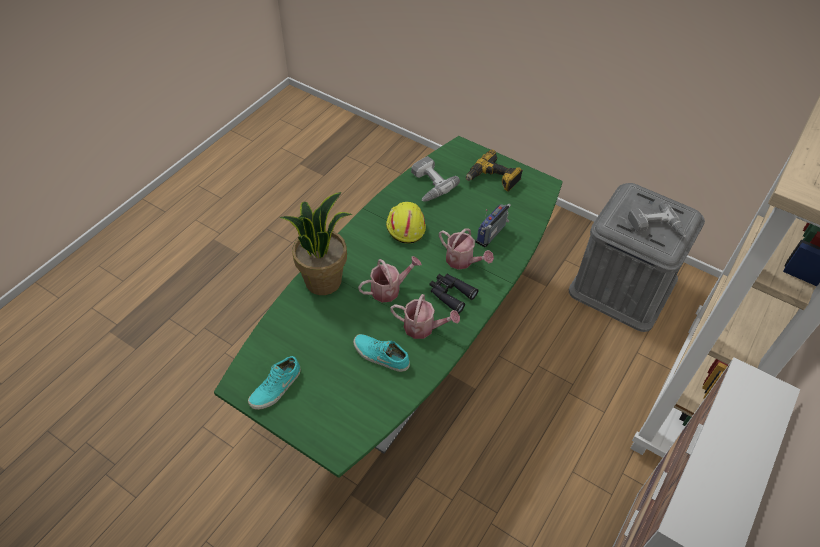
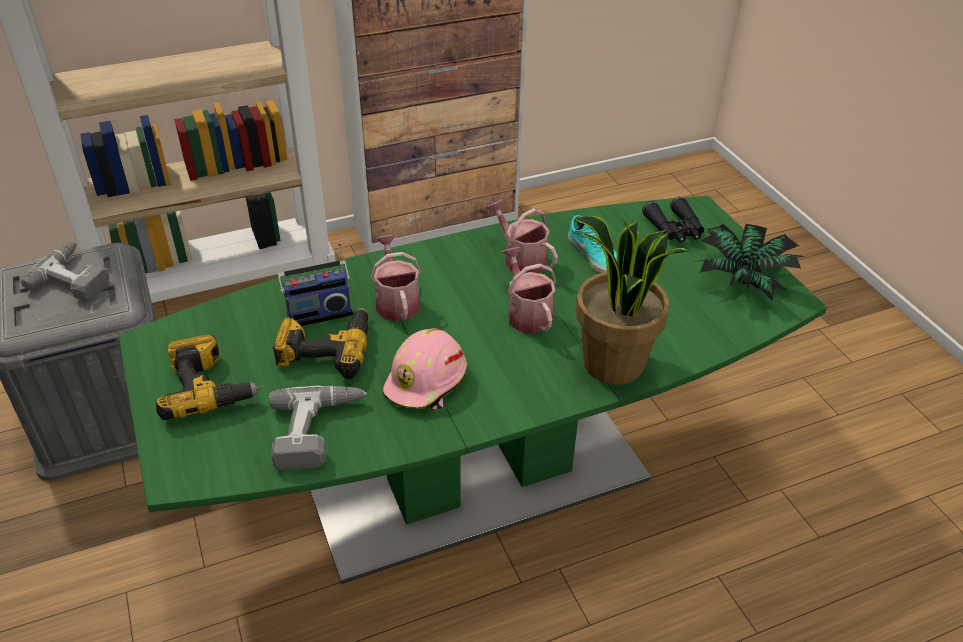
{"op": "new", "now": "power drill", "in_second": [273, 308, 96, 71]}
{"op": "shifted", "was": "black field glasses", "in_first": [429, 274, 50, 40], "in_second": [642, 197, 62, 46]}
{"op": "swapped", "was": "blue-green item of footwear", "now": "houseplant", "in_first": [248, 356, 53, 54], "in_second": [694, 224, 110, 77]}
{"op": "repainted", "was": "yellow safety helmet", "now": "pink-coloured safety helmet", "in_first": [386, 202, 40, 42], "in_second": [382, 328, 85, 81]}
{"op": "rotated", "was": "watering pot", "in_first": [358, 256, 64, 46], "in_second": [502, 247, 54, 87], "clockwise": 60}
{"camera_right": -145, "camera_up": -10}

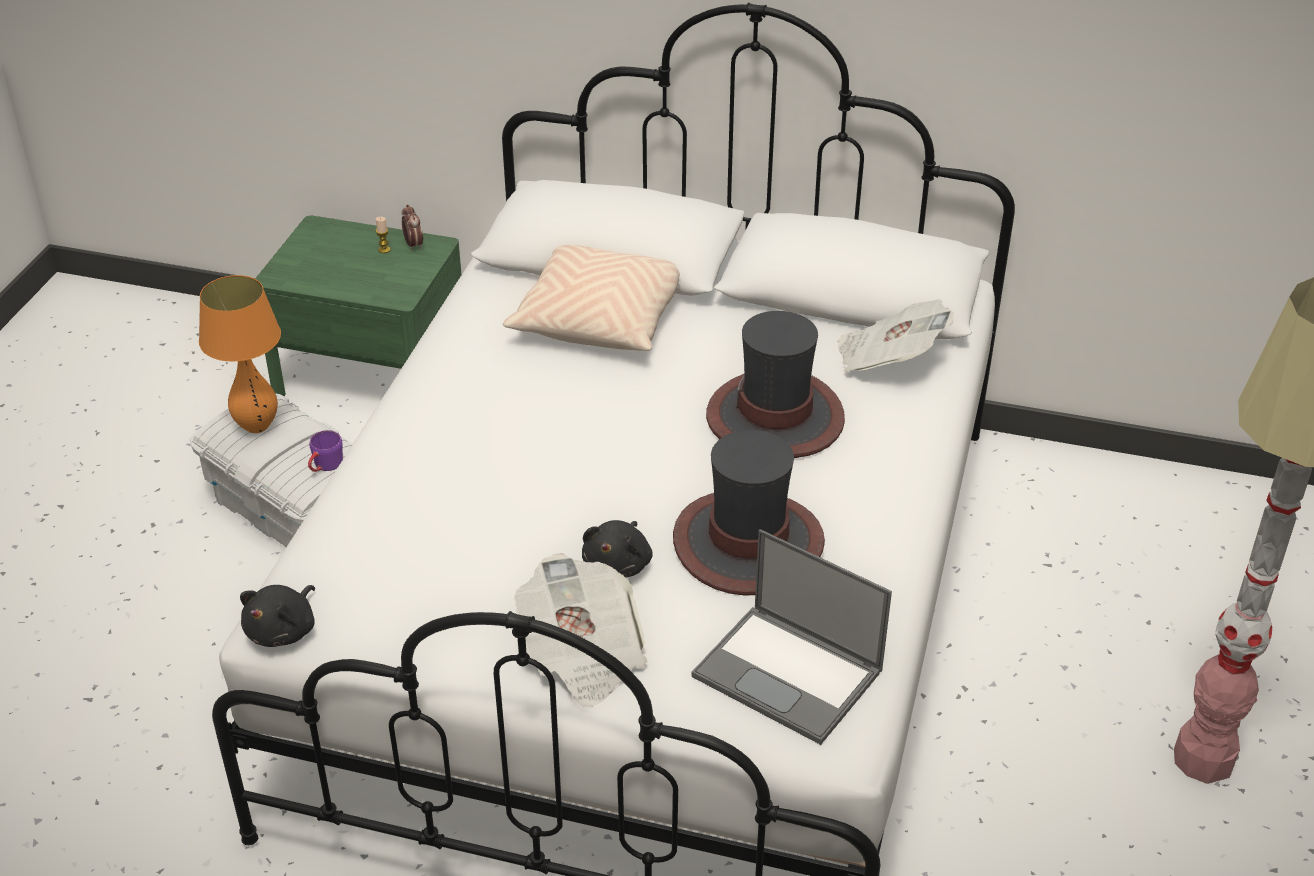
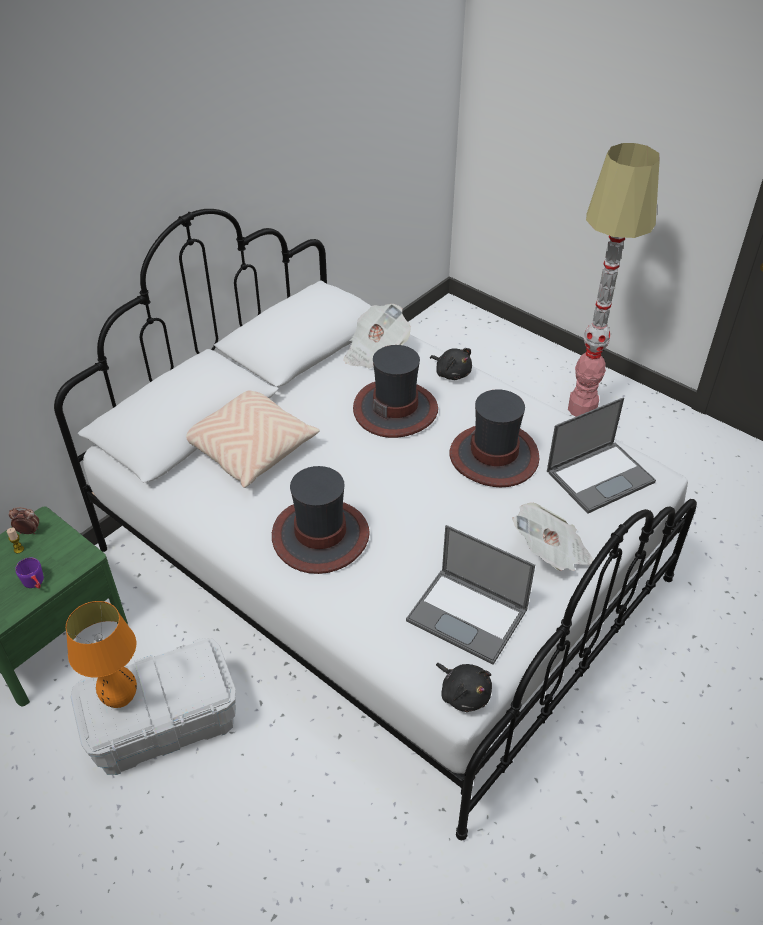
{"op": "new", "now": "clothing hat", "in_second": [272, 466, 98, 108]}
{"op": "new", "now": "laptop", "in_second": [406, 525, 129, 140]}
{"op": "shifted", "was": "purple mug", "in_first": [308, 430, 35, 42], "in_second": [15, 558, 29, 31]}
{"op": "shifted", "was": "black cuddly toy", "in_first": [582, 520, 71, 58], "in_second": [430, 348, 42, 32]}
{"camera_right": -65, "camera_up": 5}

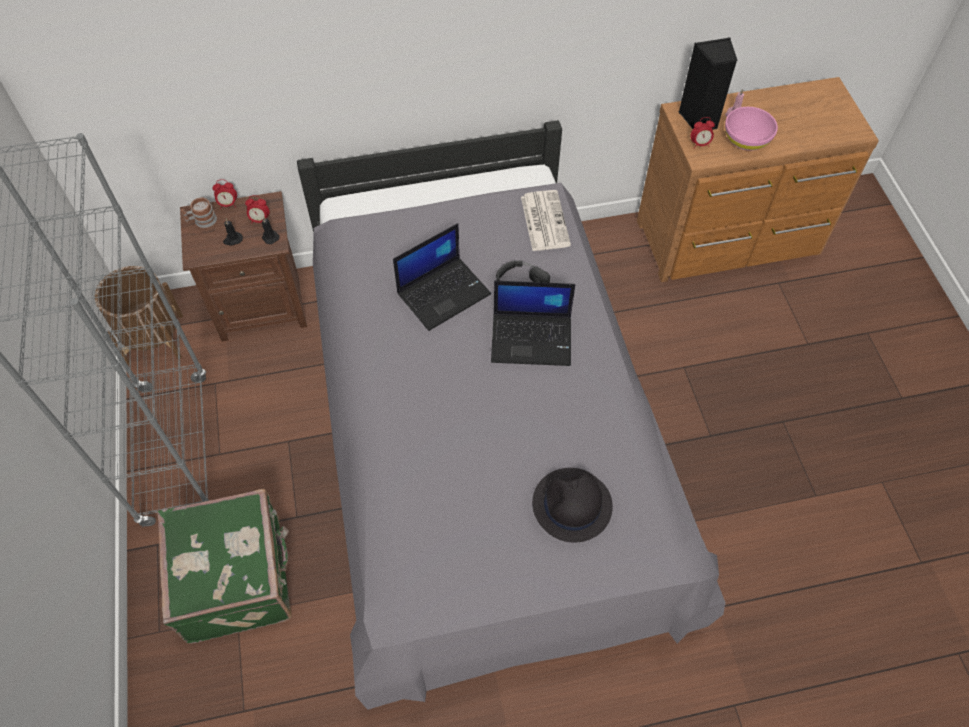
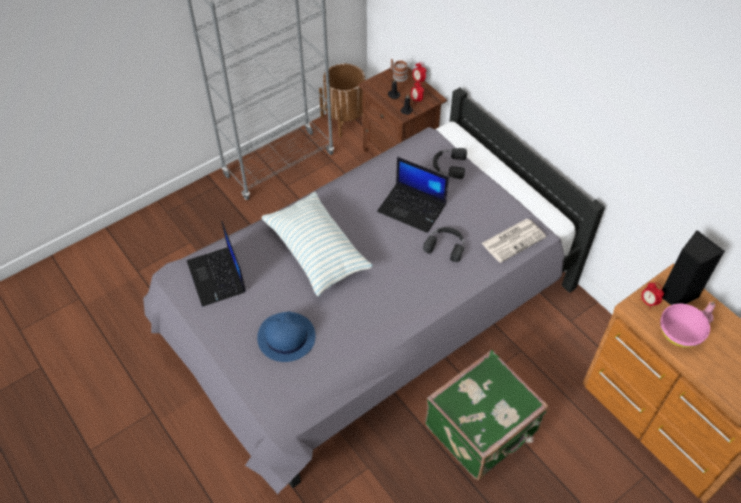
{"op": "new", "now": "cushion", "in_second": [261, 192, 112, 104]}
{"op": "new", "now": "black headphones", "in_second": [433, 148, 34, 31]}
{"op": "shifted", "was": "green-coloured suitcase", "in_first": [158, 489, 134, 155], "in_second": [425, 350, 123, 130]}
{"op": "shifted", "was": "laptop", "in_first": [491, 281, 84, 85], "in_second": [187, 221, 59, 86]}
{"op": "repainted", "was": "black clothing hat", "now": "bluish clothing hat", "in_first": [532, 468, 81, 75], "in_second": [257, 311, 58, 51]}
{"camera_right": 65, "camera_up": -5}

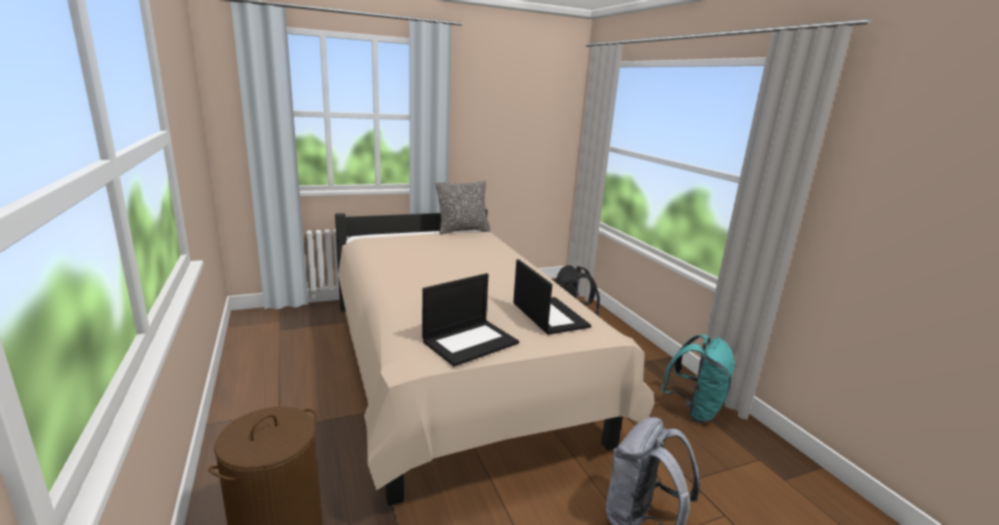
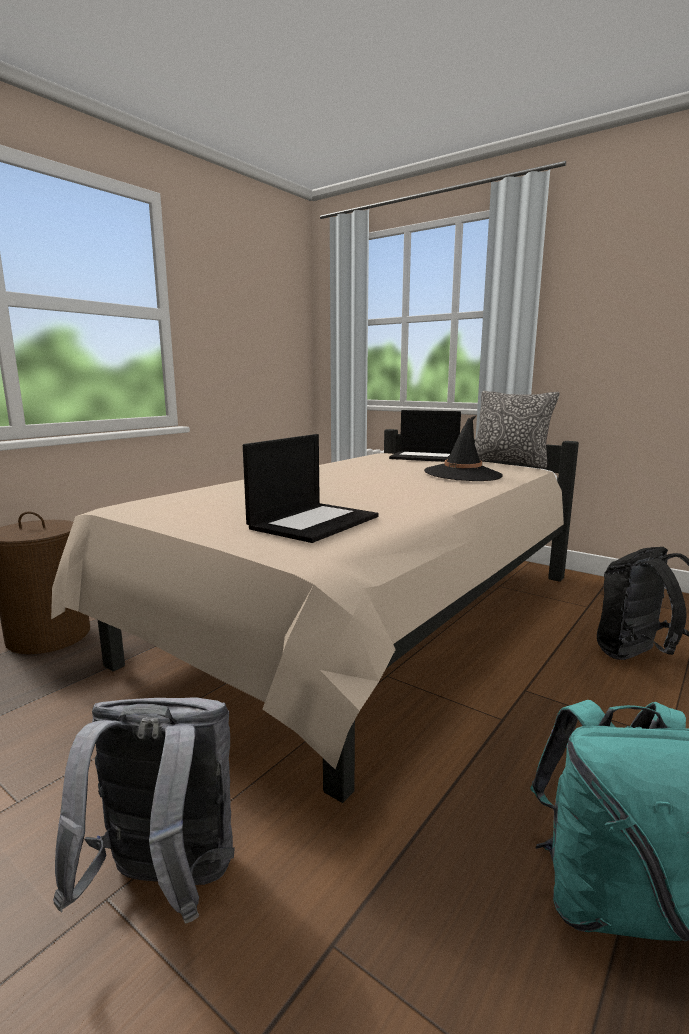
{"op": "new", "now": "black clothing hat", "in_second": [424, 415, 79, 66]}
{"op": "shifted", "was": "laptop", "in_first": [422, 273, 97, 94], "in_second": [389, 410, 72, 52]}
{"camera_right": 60, "camera_up": -5}

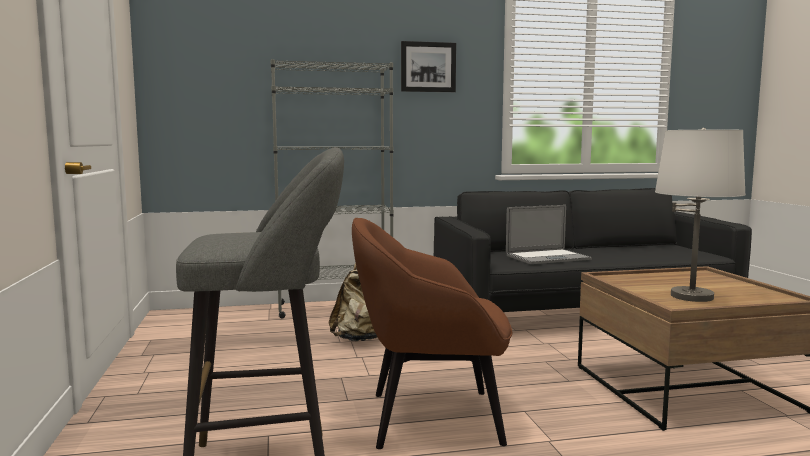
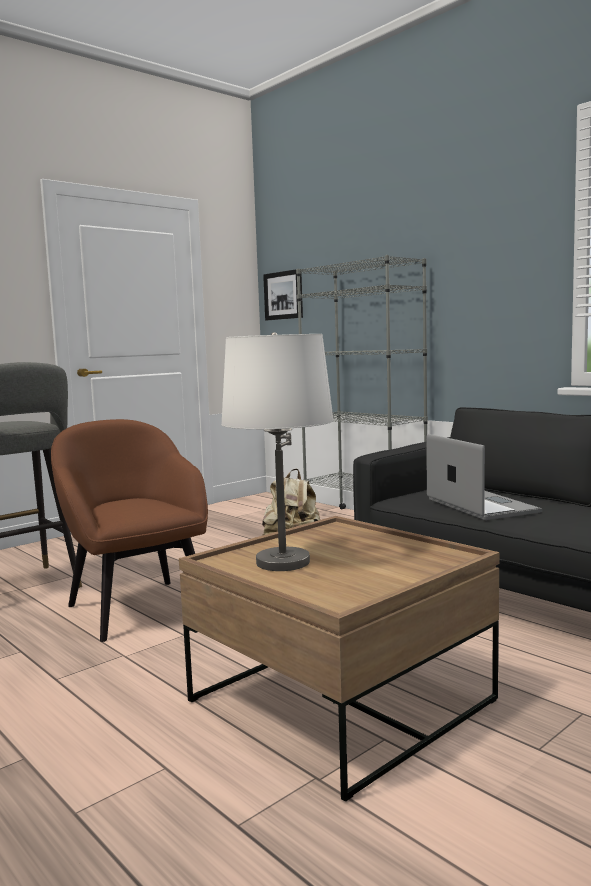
{"op": "shifted", "was": "picture", "in_first": [401, 41, 55, 51], "in_second": [263, 269, 40, 51]}
{"op": "rotated", "was": "laptop", "in_first": [506, 205, 86, 59], "in_second": [426, 434, 117, 86], "clockwise": -150}
{"camera_right": 60, "camera_up": 0}

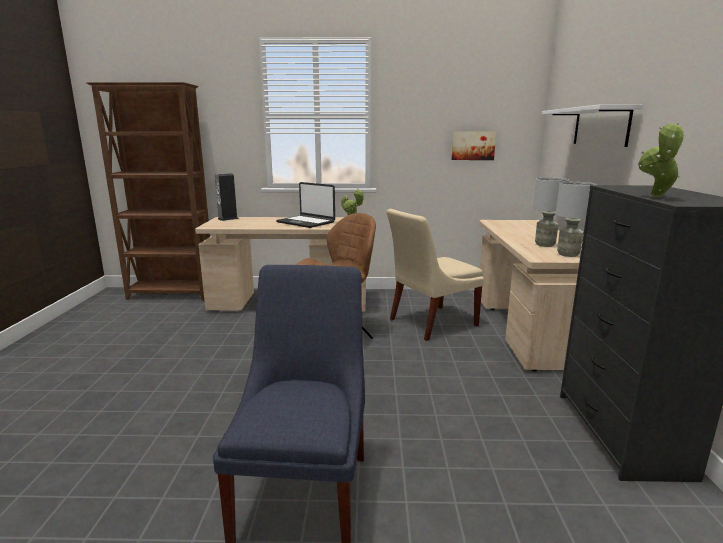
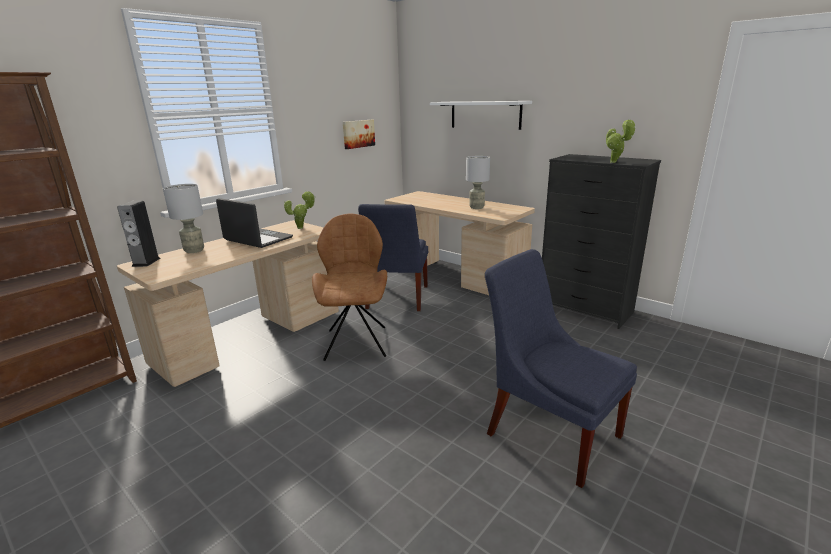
{"op": "shifted", "was": "gray tabletop lamp", "in_first": [556, 182, 41, 75], "in_second": [163, 184, 41, 69]}
{"op": "repainted", "was": "sand-coloured upright chair", "now": "bluish upright chair", "in_first": [386, 209, 98, 132], "in_second": [358, 204, 70, 107]}
{"op": "rotated", "was": "laptop", "in_first": [276, 182, 59, 46], "in_second": [216, 198, 77, 50], "clockwise": -135}
{"camera_right": -50, "camera_up": 5}

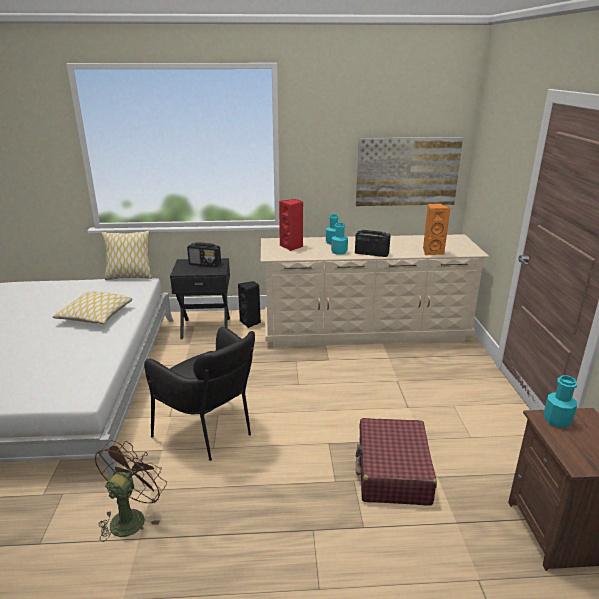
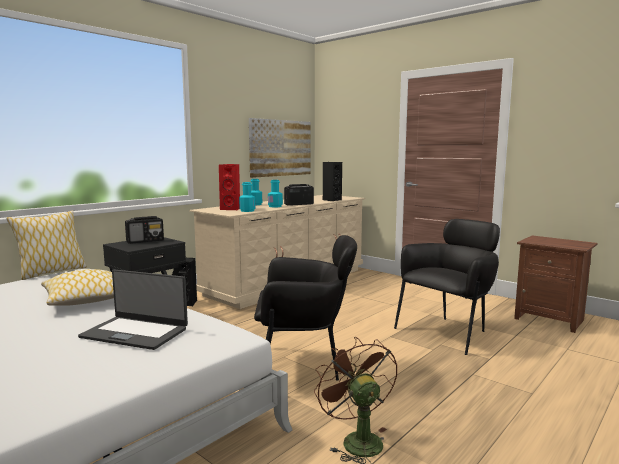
{"op": "new", "now": "laptop", "in_second": [78, 270, 110, 80]}
{"op": "shifted", "was": "blue-green drink bottle", "in_first": [544, 375, 33, 53], "in_second": [239, 182, 16, 30]}
{"op": "swapped", "was": "red-coloured suitcase", "now": "black easy chair", "in_first": [356, 418, 81, 88], "in_second": [394, 219, 106, 136]}
{"op": "repainted", "was": "orangey loudspeaker", "now": "black loudspeaker", "in_first": [423, 203, 27, 52], "in_second": [323, 162, 19, 39]}
{"camera_right": -45, "camera_up": -15}

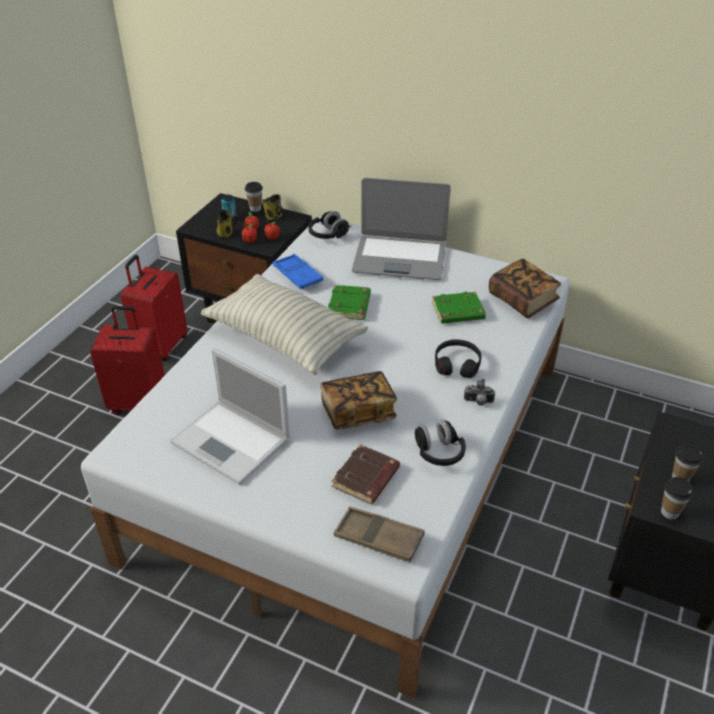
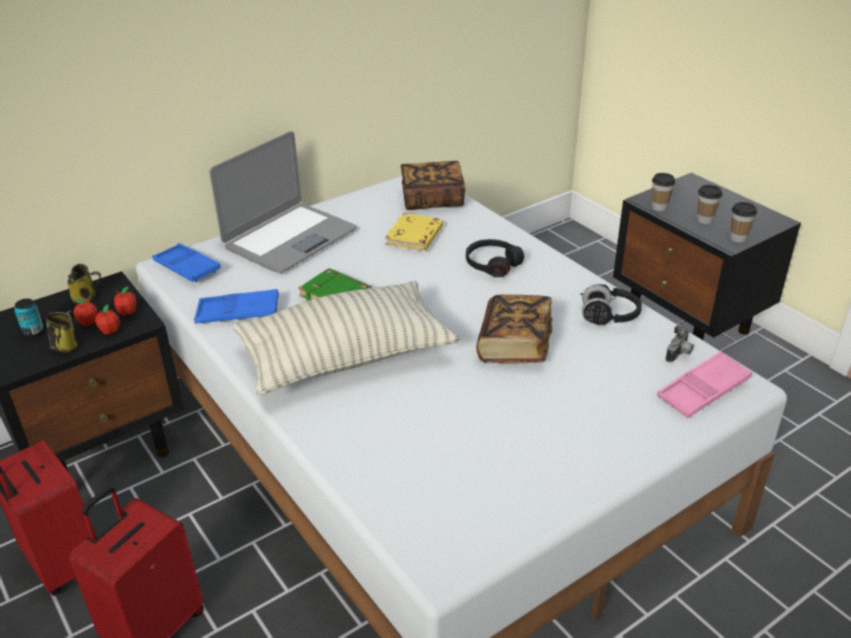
{"op": "gone", "was": "laptop", "in_first": [170, 348, 120, 137]}
{"op": "gone", "was": "brown-coloured volume", "in_first": [332, 444, 68, 60]}
{"op": "shifted", "was": "cup", "in_first": [245, 182, 18, 30], "in_second": [652, 173, 24, 38]}
{"op": "shifted", "was": "photo camera", "in_first": [464, 379, 31, 27], "in_second": [666, 325, 28, 37]}
{"op": "swapped", "was": "black headphones", "now": "bluish carrying tray", "in_first": [308, 211, 43, 28], "in_second": [152, 243, 69, 39]}
{"op": "repainted", "was": "brown-coloured carrying tray", "now": "pink-coloured carrying tray", "in_first": [334, 507, 91, 55], "in_second": [657, 351, 95, 67]}
{"op": "repainted", "was": "green-coloured volume", "now": "yellow volume", "in_first": [432, 292, 54, 32], "in_second": [385, 213, 58, 38]}
{"camera_right": -60, "camera_up": -5}

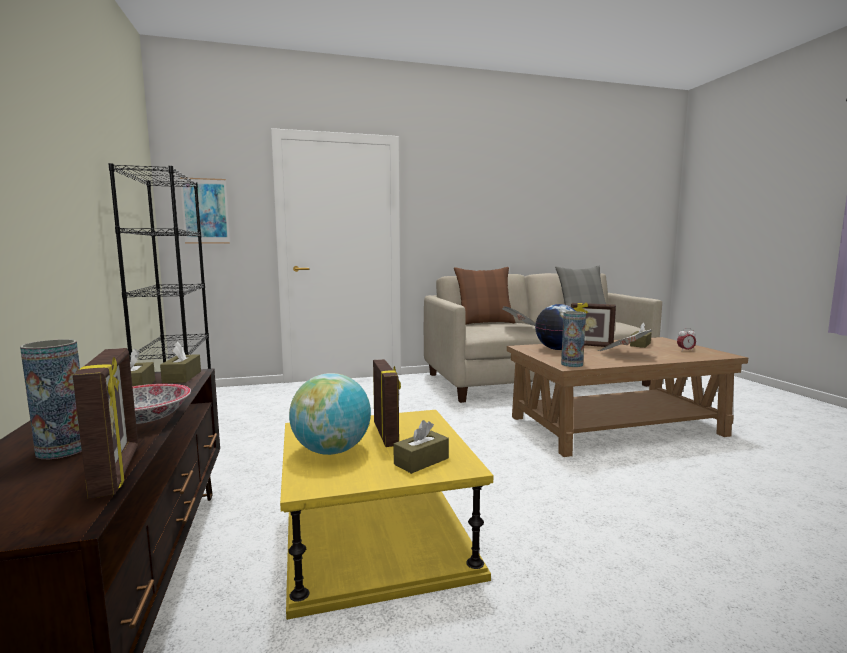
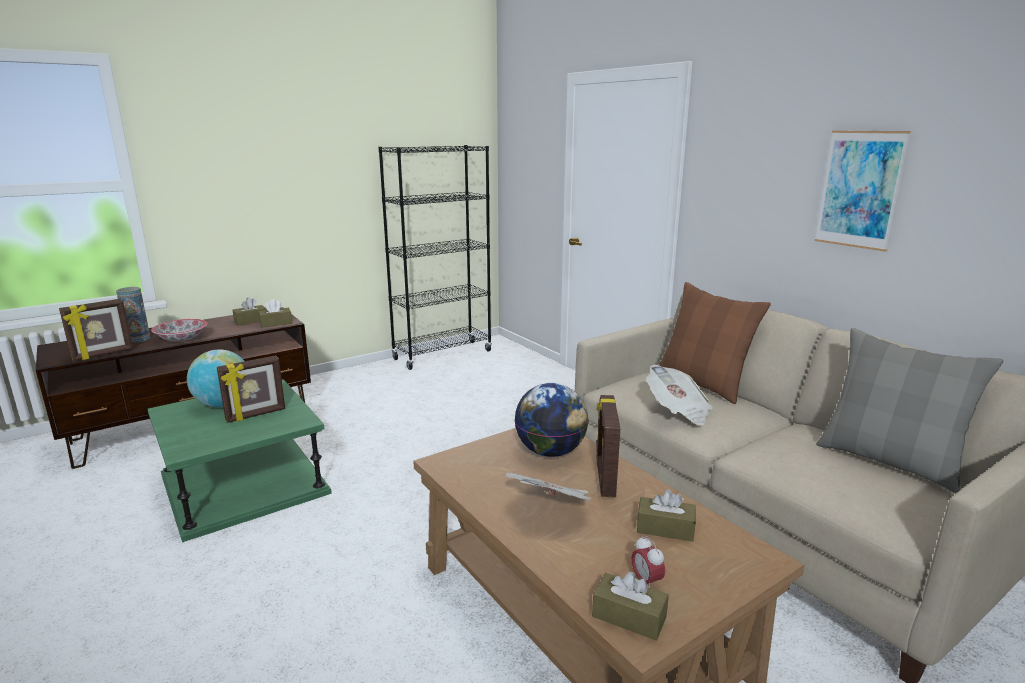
{"op": "gone", "was": "flower vase", "in_first": [561, 311, 25, 56]}
{"op": "shifted", "was": "picture", "in_first": [180, 177, 50, 67], "in_second": [815, 130, 96, 122]}
{"op": "shifted", "was": "brown-coloured box of tissues", "in_first": [394, 420, 55, 54], "in_second": [592, 572, 77, 69]}
{"op": "repainted", "was": "yellow side table", "now": "green-coloured side table", "in_first": [280, 410, 214, 210], "in_second": [148, 379, 184, 163]}
{"camera_right": 70, "camera_up": 10}

